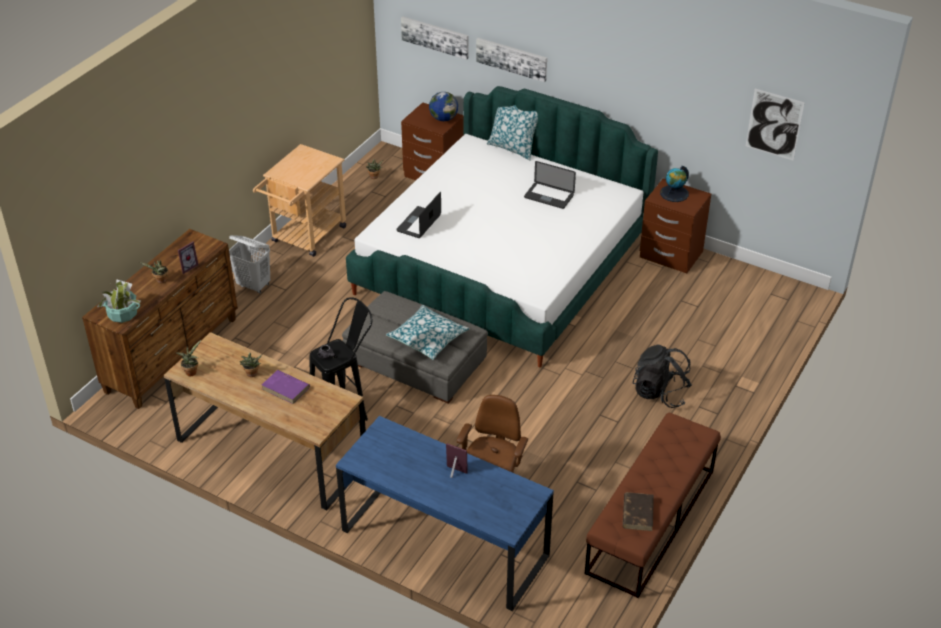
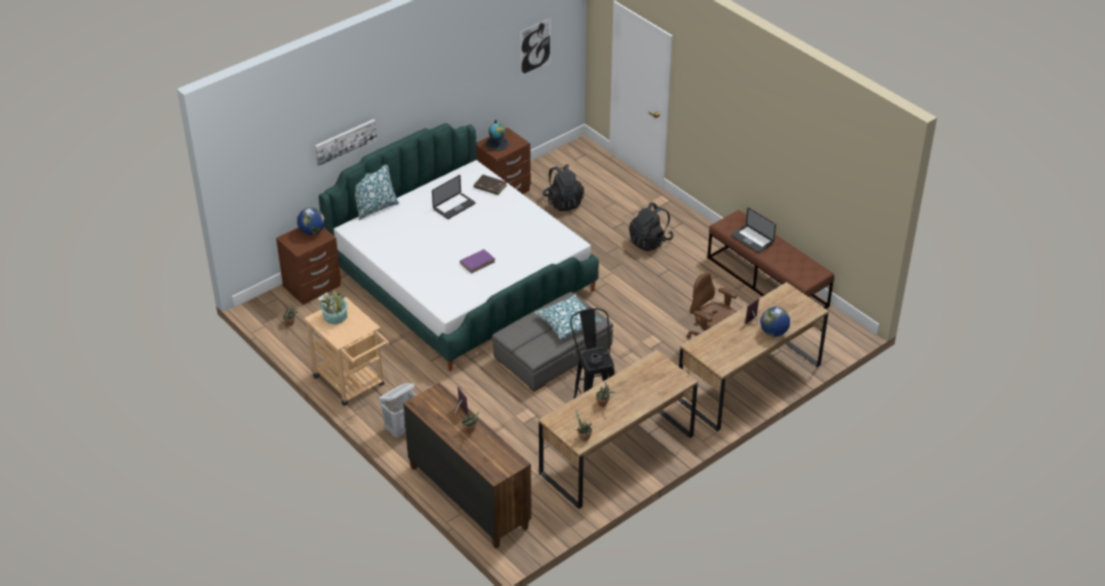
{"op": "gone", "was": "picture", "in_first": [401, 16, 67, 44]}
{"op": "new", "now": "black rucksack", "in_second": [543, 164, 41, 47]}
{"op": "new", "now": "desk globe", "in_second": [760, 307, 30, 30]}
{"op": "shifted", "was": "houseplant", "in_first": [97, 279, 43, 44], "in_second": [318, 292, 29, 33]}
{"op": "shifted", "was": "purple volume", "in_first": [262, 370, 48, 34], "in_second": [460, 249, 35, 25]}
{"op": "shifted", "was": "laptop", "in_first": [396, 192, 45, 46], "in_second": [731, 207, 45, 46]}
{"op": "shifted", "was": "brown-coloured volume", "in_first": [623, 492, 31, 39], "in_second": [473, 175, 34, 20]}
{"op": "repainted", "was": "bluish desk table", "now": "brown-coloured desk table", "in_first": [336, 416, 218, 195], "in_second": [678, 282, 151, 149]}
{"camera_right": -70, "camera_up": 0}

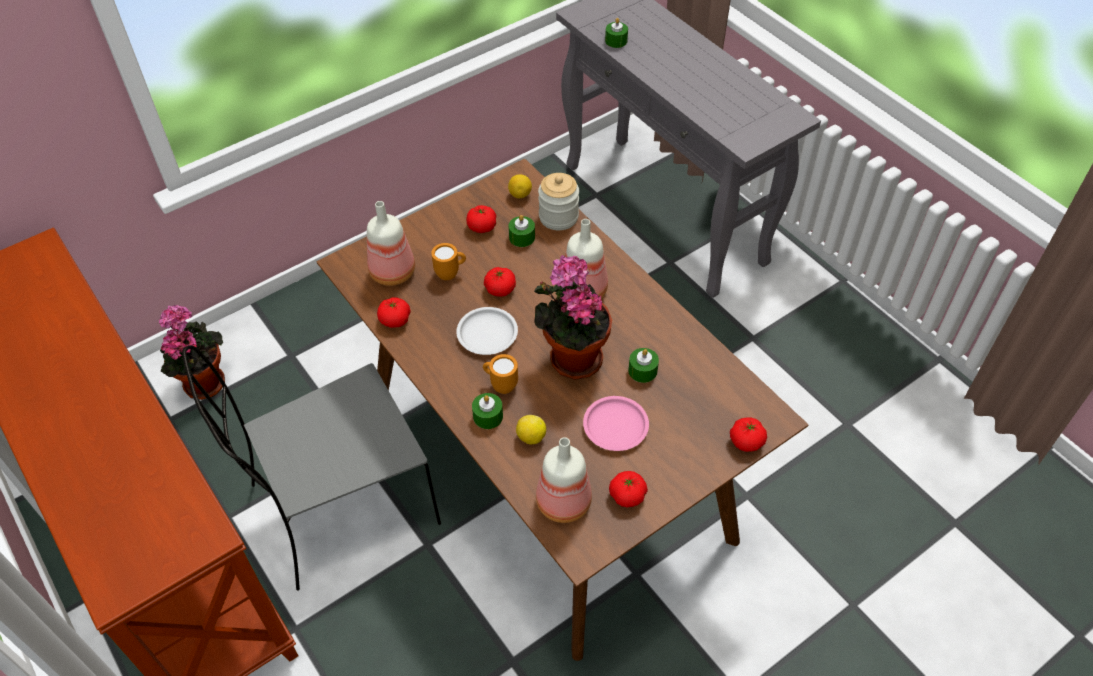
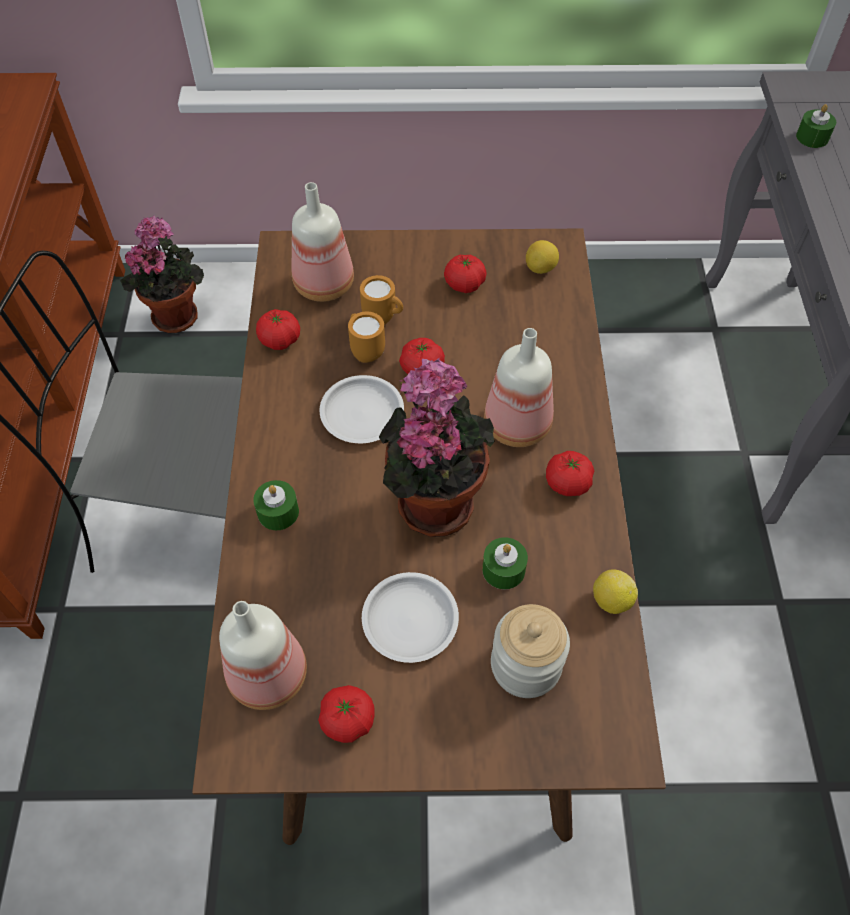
{"op": "gone", "was": "green-coloured candle", "in_first": [509, 215, 26, 32]}
{"op": "shifted", "was": "orangey mug", "in_first": [483, 354, 35, 40], "in_second": [348, 311, 37, 52]}
{"op": "shifted", "was": "lemon", "in_first": [516, 415, 30, 30], "in_second": [593, 570, 45, 44]}
{"op": "shifted", "was": "storage jar", "in_first": [538, 173, 41, 57], "in_second": [491, 604, 79, 94]}
{"op": "shifted", "was": "tomato", "in_first": [730, 418, 37, 34], "in_second": [546, 451, 48, 45]}
{"op": "repainted", "was": "pink-coloured dinner plate", "now": "white dinner plate", "in_first": [583, 396, 66, 55], "in_second": [362, 572, 97, 91]}
{"camera_right": 35, "camera_up": 5}

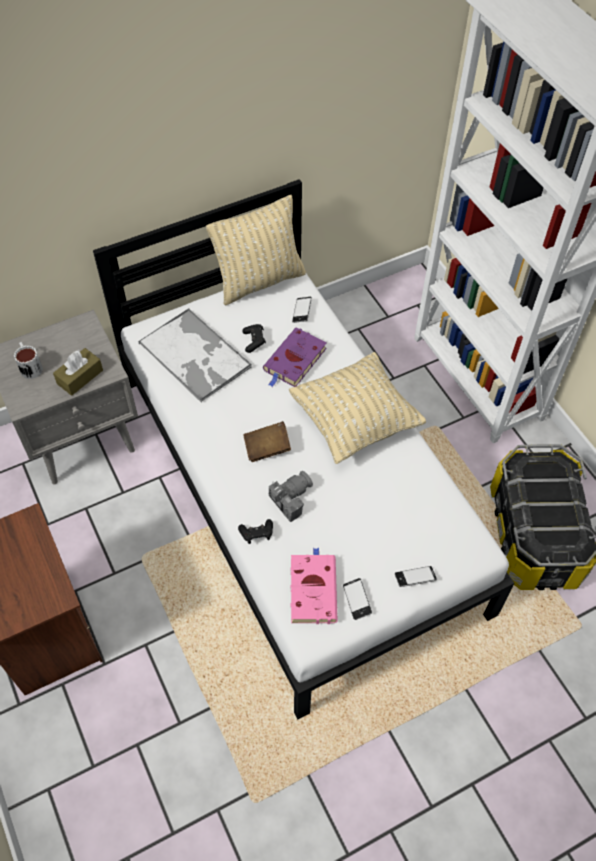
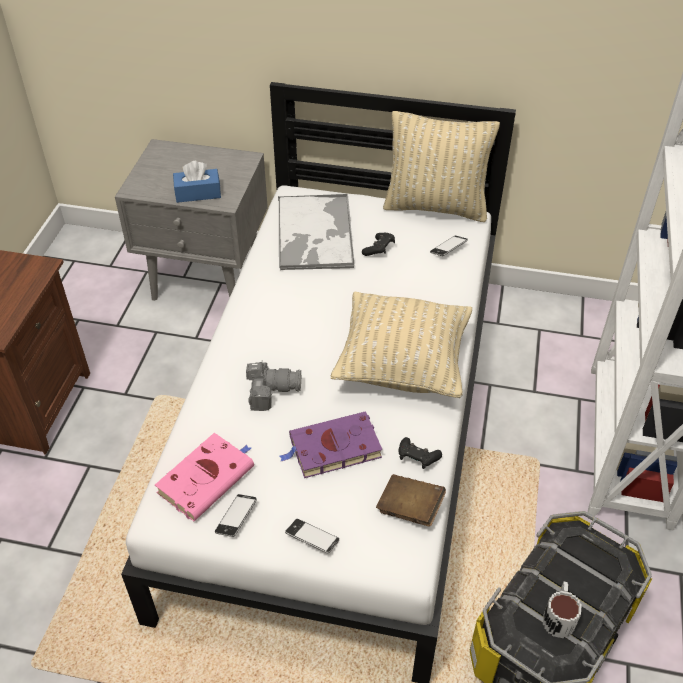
{"op": "shifted", "was": "mug", "in_first": [14, 342, 29, 37], "in_second": [543, 582, 39, 56]}
{"op": "shifted", "was": "black joypad", "in_first": [238, 519, 35, 25], "in_second": [399, 437, 43, 32]}
{"op": "shifted", "was": "brown-coloured volume", "in_first": [244, 421, 47, 41], "in_second": [376, 474, 70, 53]}
{"op": "shifted", "was": "purple volume", "in_first": [263, 327, 64, 60], "in_second": [279, 411, 104, 67]}
{"op": "repainted", "was": "brown-coloured box of tissues", "now": "bluish box of tissues", "in_first": [53, 348, 50, 48], "in_second": [173, 161, 48, 42]}
{"camera_right": 40, "camera_up": -10}

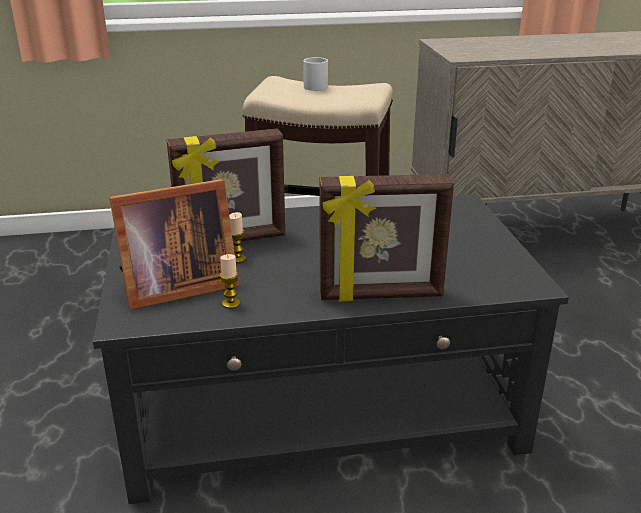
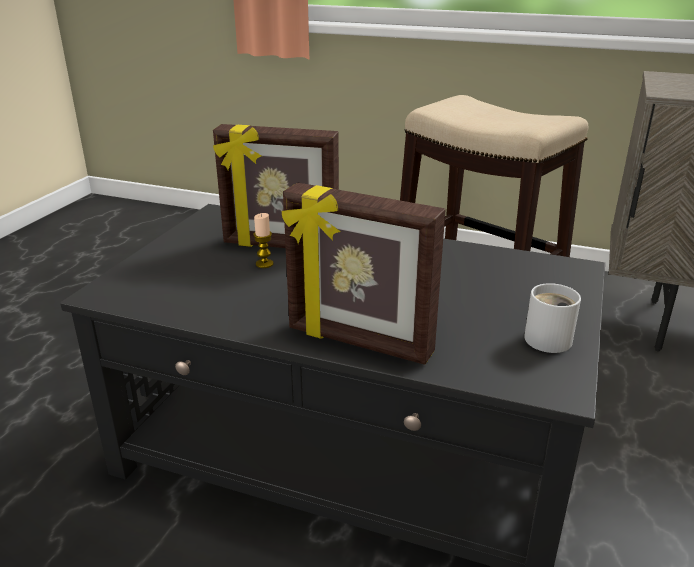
{"op": "gone", "was": "photo frame", "in_first": [109, 179, 130, 131]}
{"op": "gone", "was": "candle", "in_first": [220, 254, 20, 55]}
{"op": "shifted", "was": "white mug", "in_first": [303, 57, 25, 34], "in_second": [524, 283, 57, 70]}
{"camera_right": 30, "camera_up": 0}

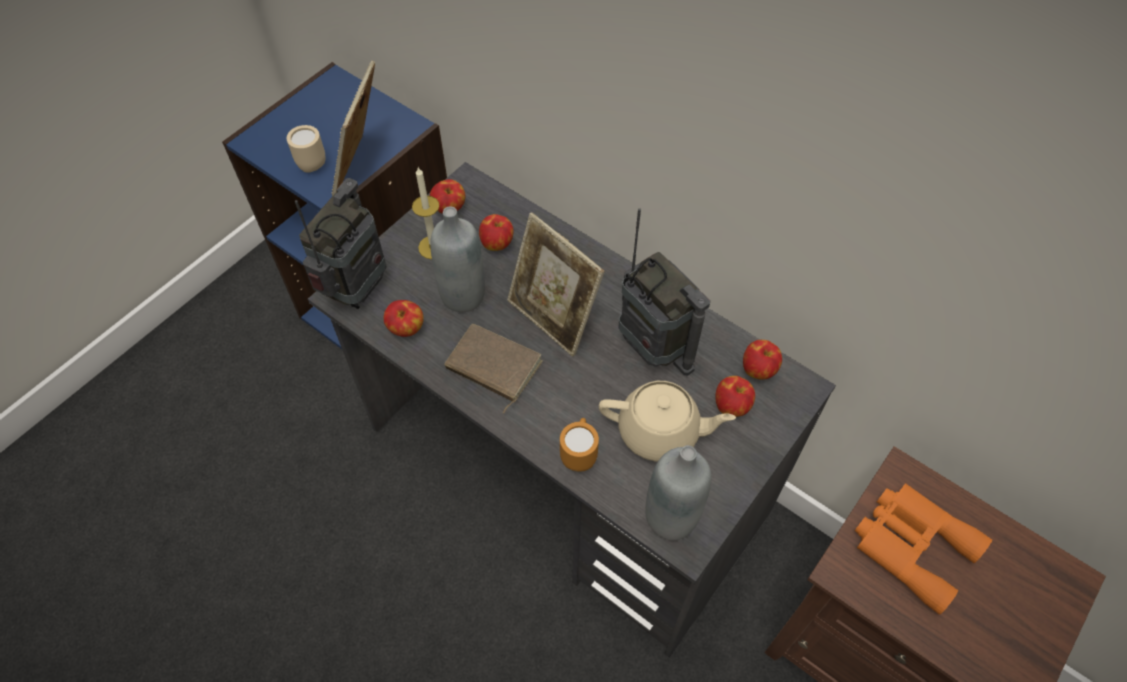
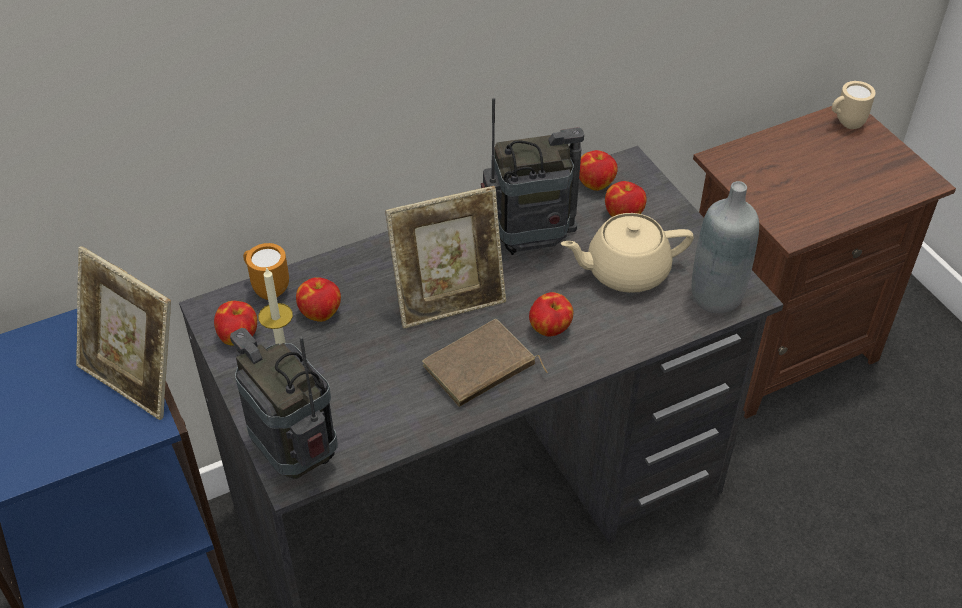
{"op": "gone", "was": "gray drink bottle", "in_first": [430, 207, 55, 105]}
{"op": "gone", "was": "orangey field glasses", "in_first": [854, 483, 138, 132]}
{"op": "shifted", "was": "sand-coloured mug", "in_first": [287, 125, 38, 48], "in_second": [832, 81, 44, 48]}
{"op": "shifted", "was": "whole apple", "in_first": [384, 300, 40, 37], "in_second": [529, 292, 44, 45]}
{"op": "shifted", "was": "orangey mug", "in_first": [560, 418, 39, 54], "in_second": [243, 243, 46, 57]}
{"op": "rotated", "was": "sand-coloured pot for tea", "in_first": [599, 381, 137, 81], "in_second": [561, 213, 133, 80], "clockwise": -135}
{"camera_right": -65, "camera_up": -10}

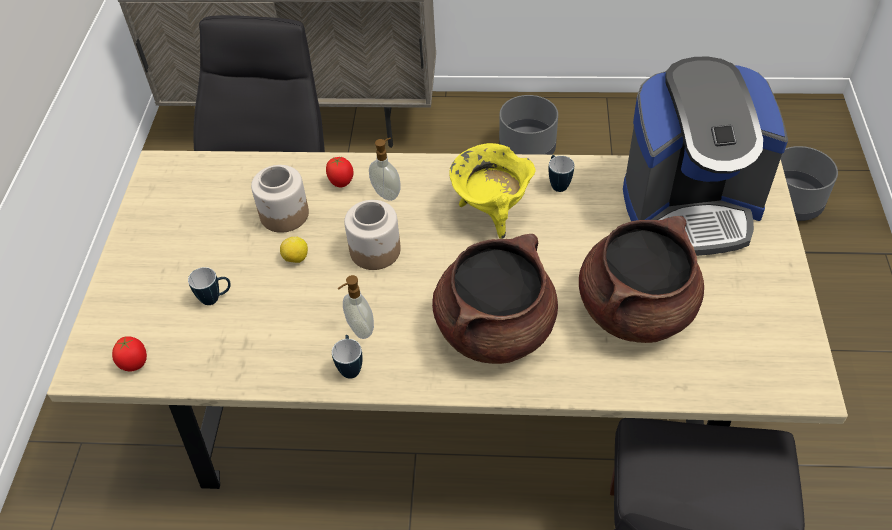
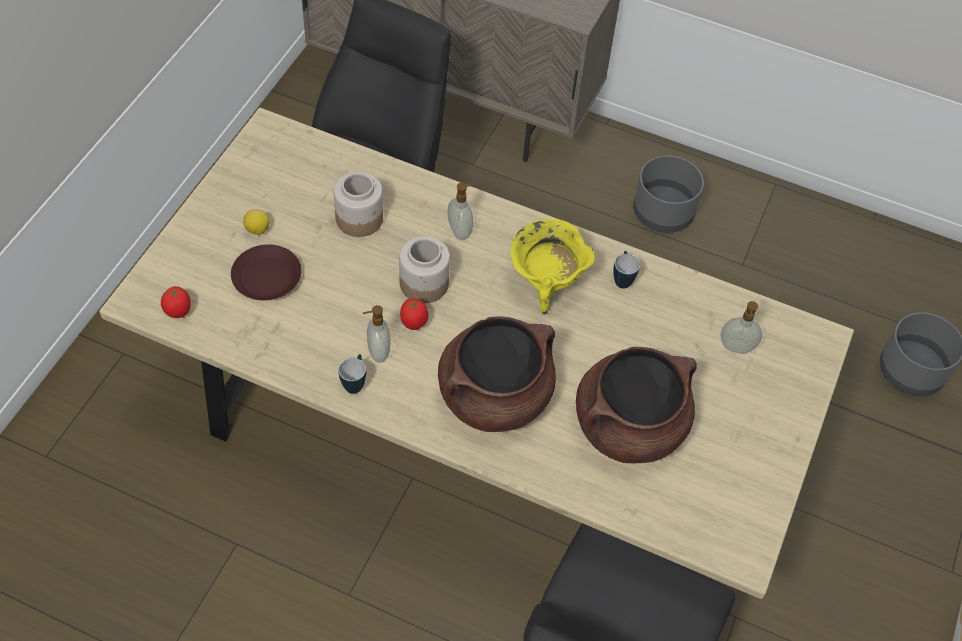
{"op": "shifted", "was": "lemon", "in_first": [280, 236, 28, 27], "in_second": [243, 209, 27, 26]}
{"op": "shifted", "was": "tomato", "in_first": [326, 157, 28, 31], "in_second": [400, 298, 29, 32]}
{"op": "swapped", "was": "mug", "now": "brown-coloured dinner plate", "in_first": [188, 267, 43, 38], "in_second": [231, 244, 71, 57]}
{"op": "swapped", "was": "coffee maker", "now": "soap dispenser", "in_first": [623, 57, 165, 199], "in_second": [721, 301, 41, 53]}
{"camera_right": 15, "camera_up": 5}

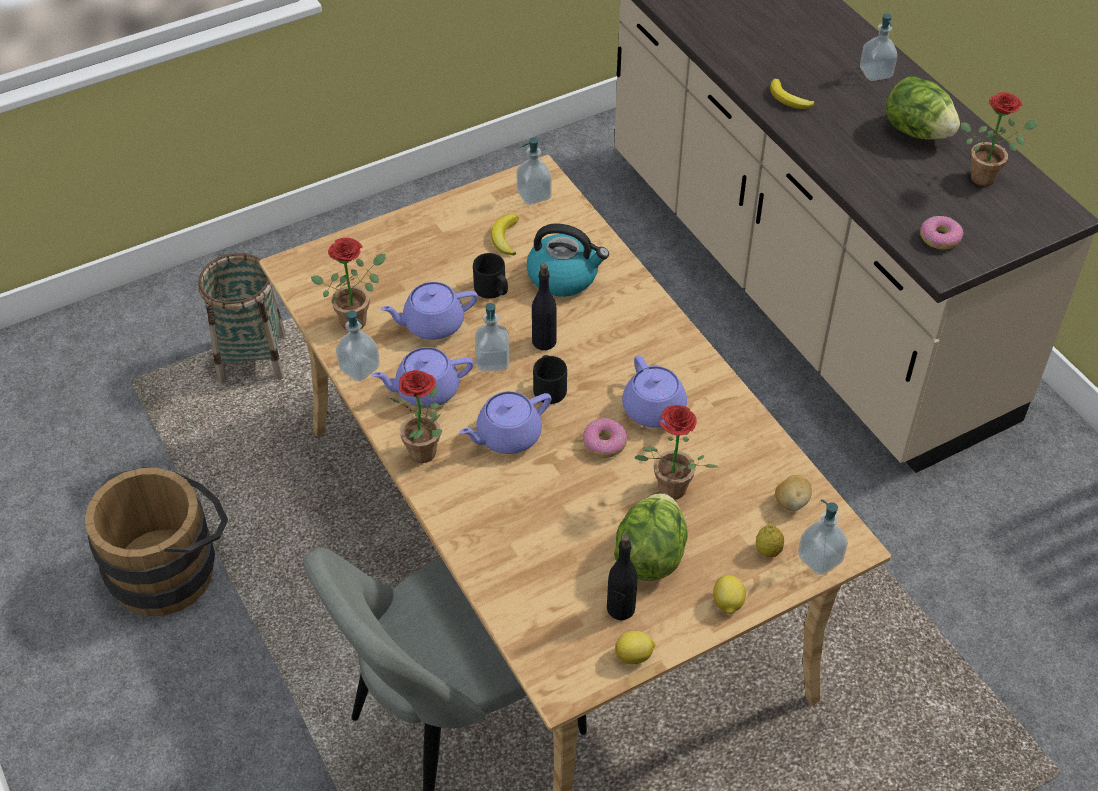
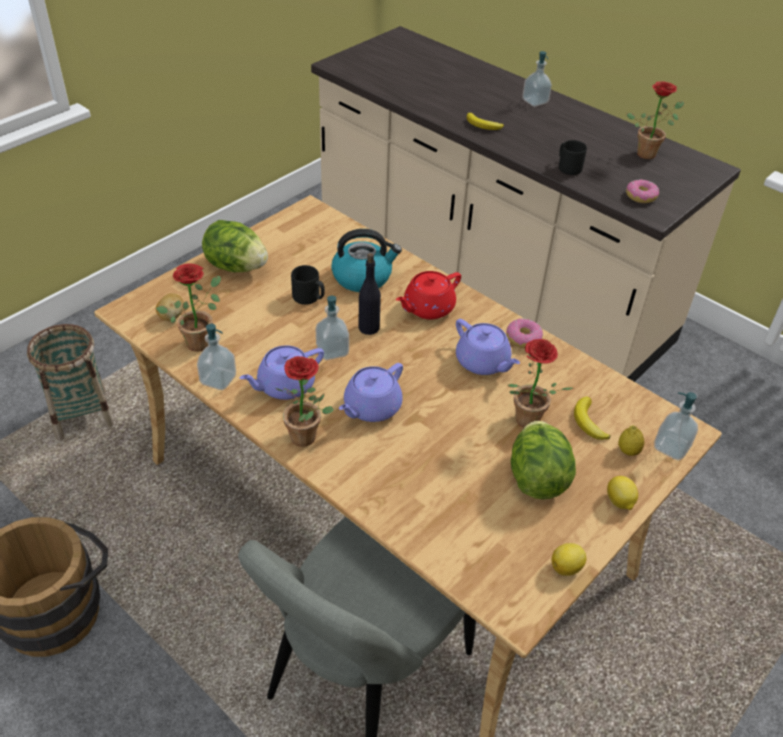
{"op": "gone", "was": "purple pot for tea", "in_first": [380, 282, 98, 58]}
{"op": "gone", "was": "soap dispenser", "in_first": [517, 137, 35, 68]}
{"op": "gone", "was": "black drink bottle", "in_first": [607, 534, 31, 86]}
{"op": "new", "now": "red-coloured pot for tea", "in_second": [396, 271, 65, 48]}
{"op": "shifted", "was": "banana", "in_first": [491, 214, 28, 42], "in_second": [574, 396, 37, 44]}
{"op": "shifted", "was": "black mug", "in_first": [533, 355, 34, 49], "in_second": [559, 140, 28, 35]}
{"op": "shifted", "was": "doughnut", "in_first": [583, 418, 44, 40], "in_second": [506, 318, 37, 30]}
{"op": "shifted", "was": "whole potato", "in_first": [775, 475, 37, 36], "in_second": [156, 293, 28, 28]}
{"op": "shifted", "was": "lettuce head", "in_first": [886, 76, 74, 64], "in_second": [202, 220, 66, 52]}
{"camera_right": -20, "camera_up": -5}

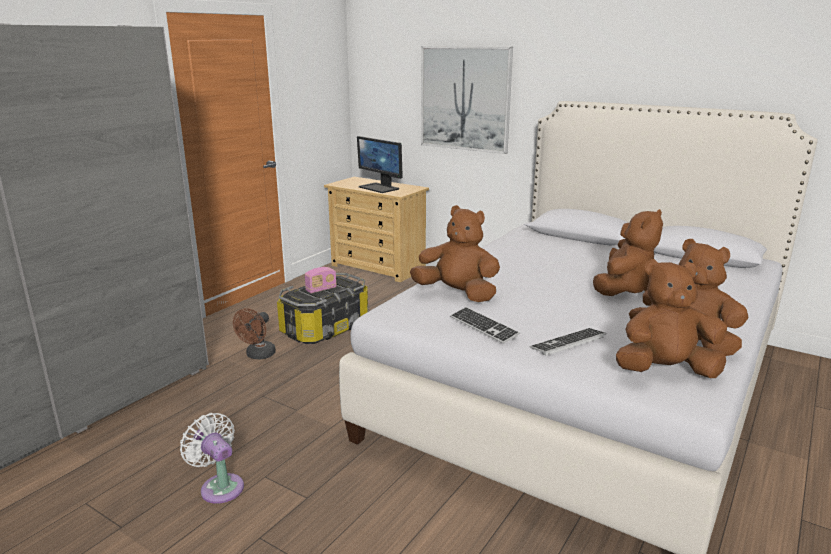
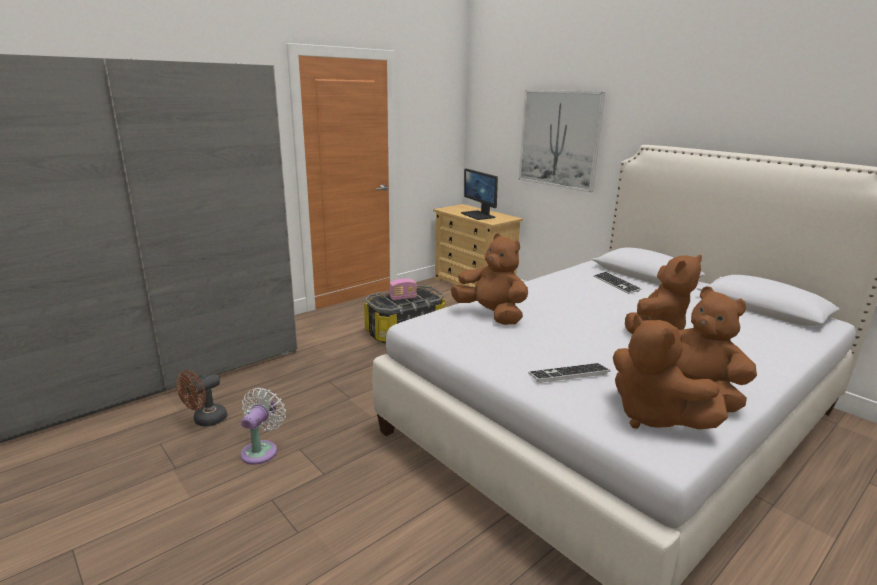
{"op": "shifted", "was": "brown-coloured electric fan", "in_first": [233, 308, 43, 52], "in_second": [176, 370, 51, 57]}
{"op": "shifted", "was": "keyboard", "in_first": [450, 307, 70, 37], "in_second": [594, 272, 48, 22]}
{"op": "rotated", "was": "white electric fan", "in_first": [180, 413, 64, 91], "in_second": [240, 388, 46, 77], "clockwise": 45}
{"op": "rotated", "was": "brown-coloured cuddly toy", "in_first": [616, 259, 111, 119], "in_second": [613, 315, 115, 115], "clockwise": -135}
{"camera_right": 15, "camera_up": 0}

